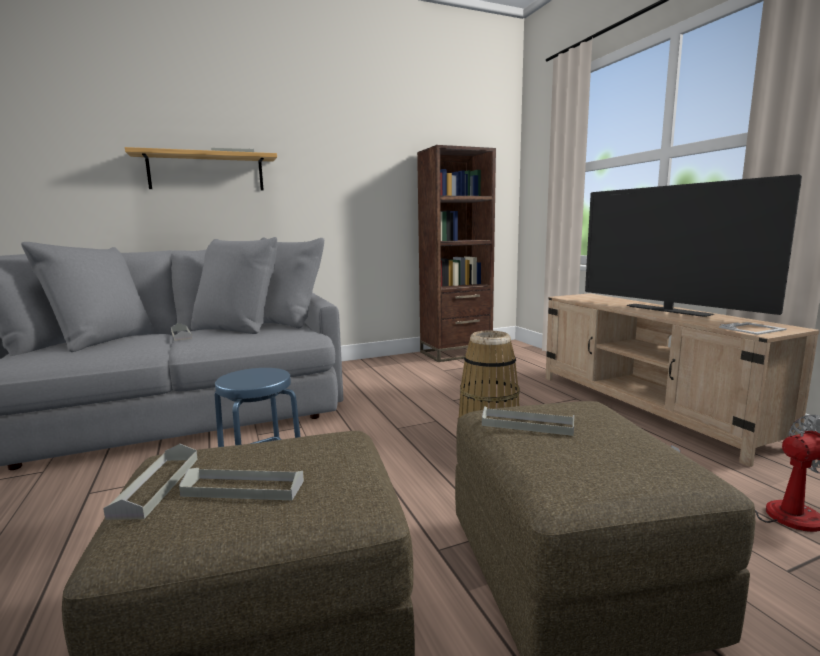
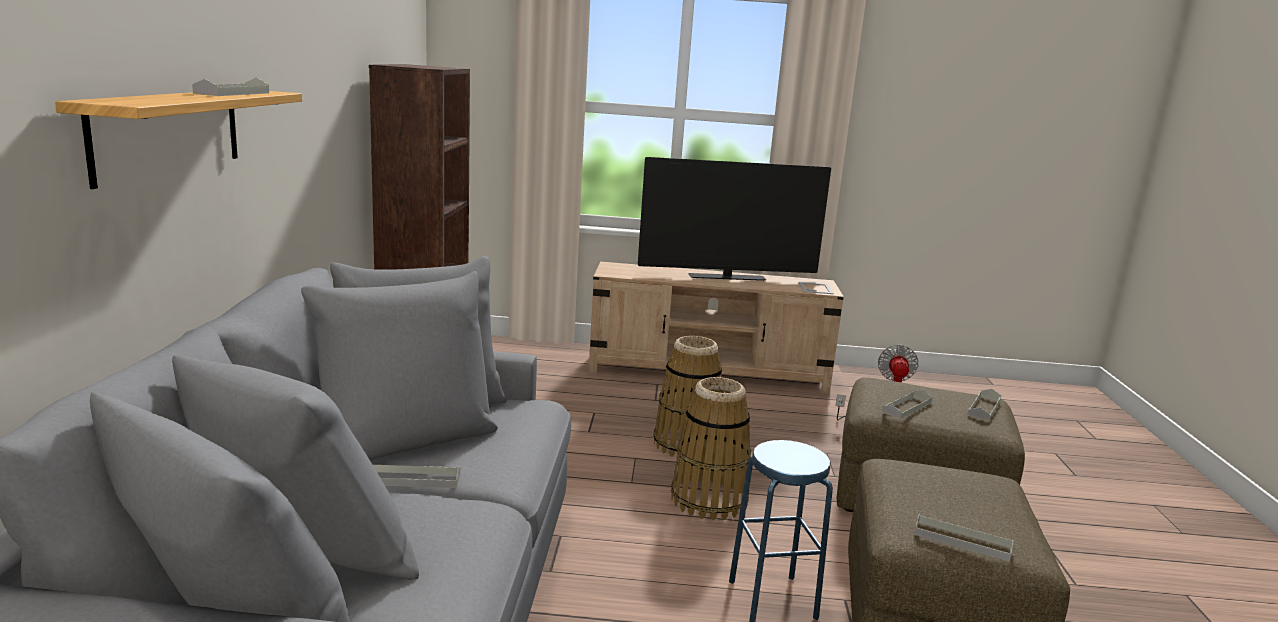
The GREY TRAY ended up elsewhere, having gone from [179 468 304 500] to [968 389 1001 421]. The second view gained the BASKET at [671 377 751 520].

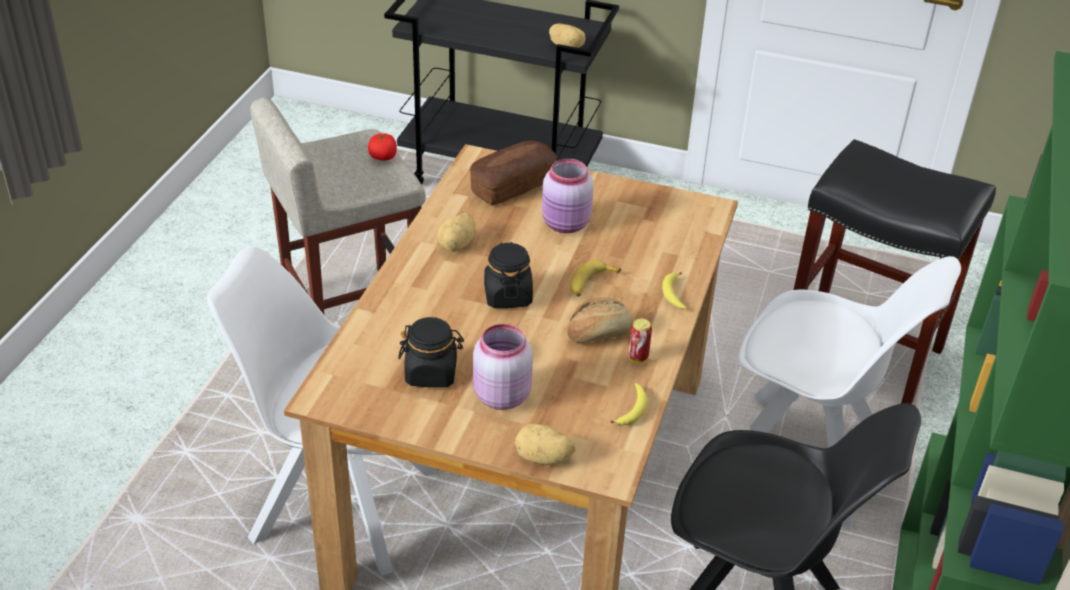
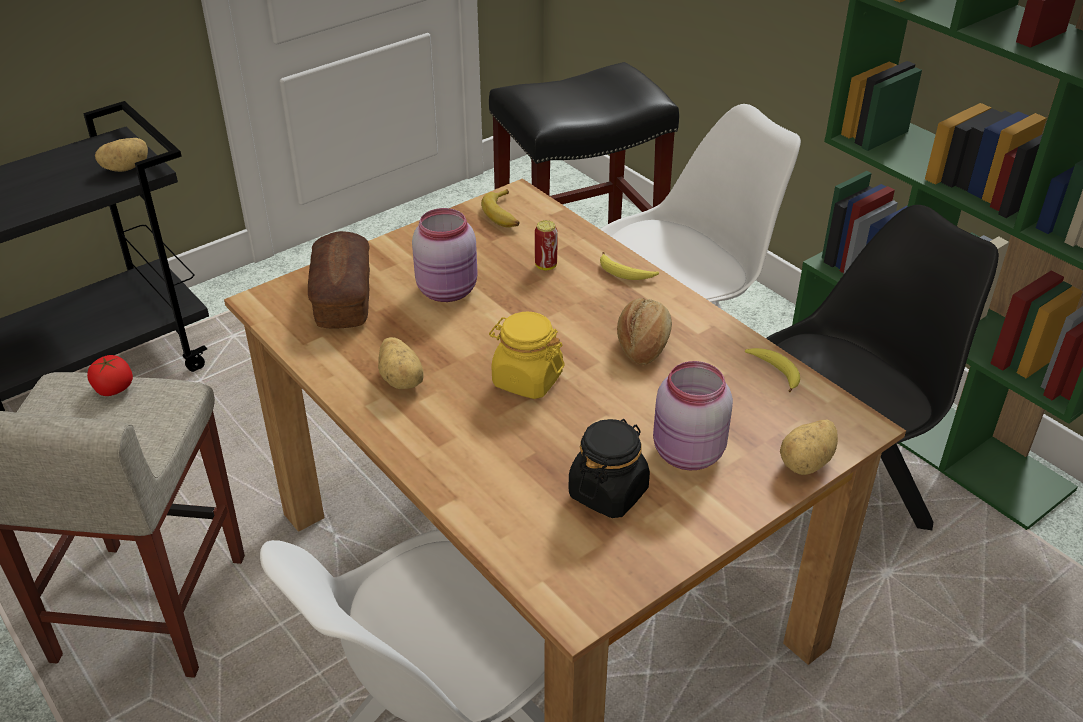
What was the BLACK JAR at [484 242 533 308] turned into the YELLOW JAR at [489 312 564 399]. The BANANA ended up elsewhere, having gone from [570 260 621 296] to [481 189 520 228]. The CAN ended up elsewhere, having gone from [628 319 652 363] to [535 220 558 270].

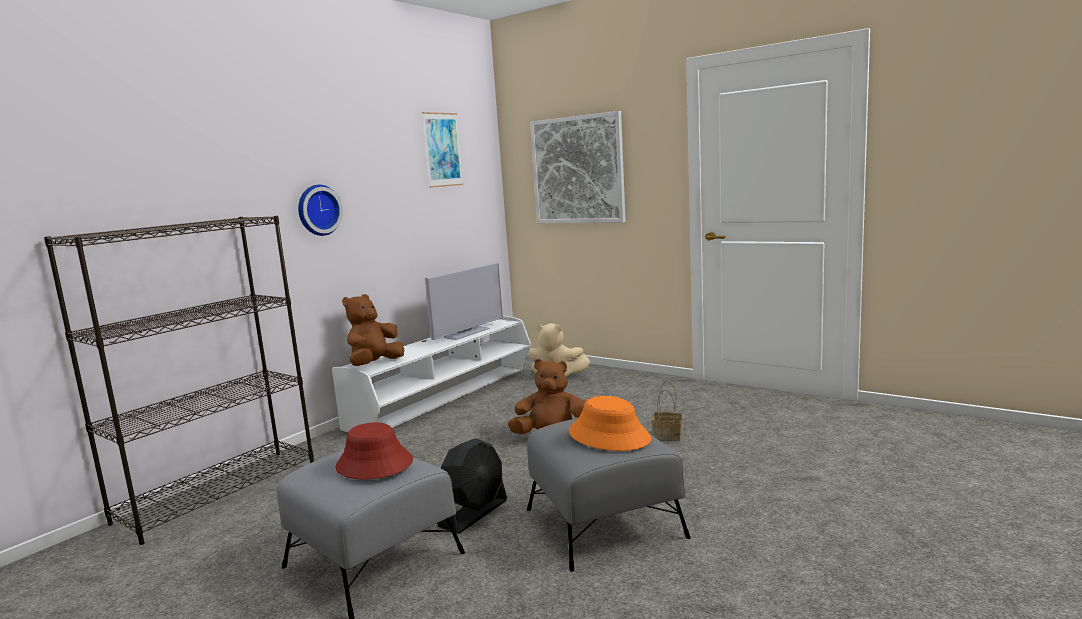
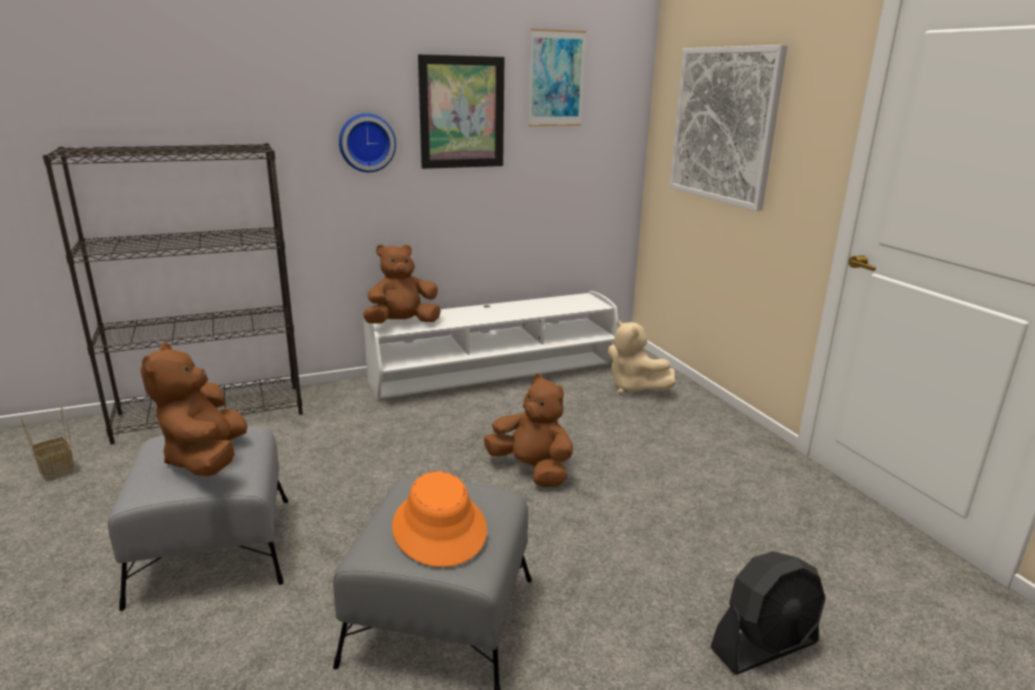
Where the RED HAT stood at [336 422 413 480], the BROWN PLUSH TOY came to stand at [140 342 247 476]. The second view lost the TELEVISION at [425 262 503 340]. The BLACK FAN ended up elsewhere, having gone from [438 438 507 534] to [711 551 826 675]. The BASKET ended up elsewhere, having gone from [652 381 683 441] to [21 406 76 481]. The second view gained the PICTURE at [418 54 504 169].

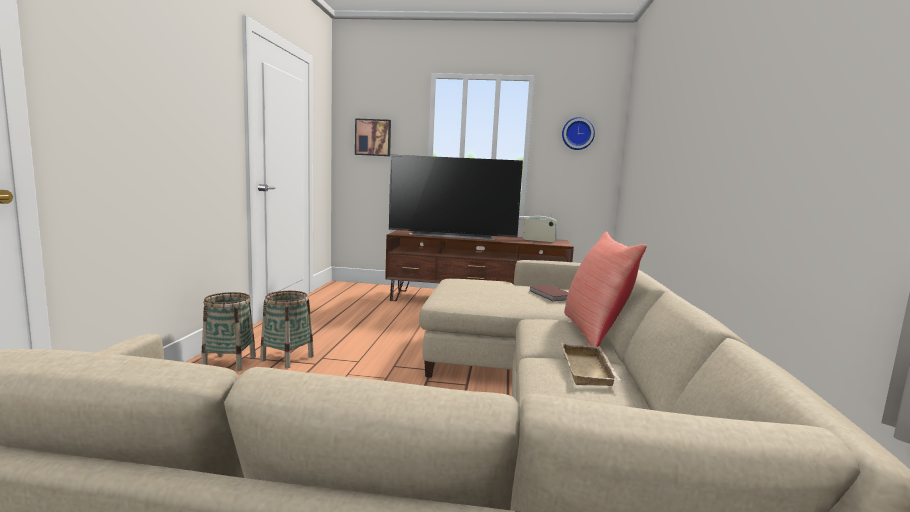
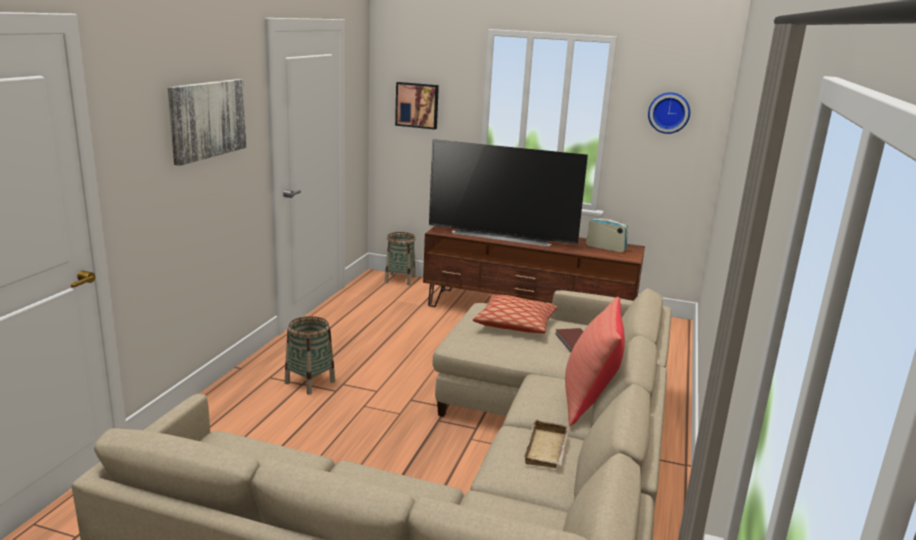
The BASKET ended up elsewhere, having gone from [201 292 256 371] to [385 232 416 285]. The second view gained the PICTURE at [168 79 247 166]. The second view gained the PILLOW at [473 295 557 334].

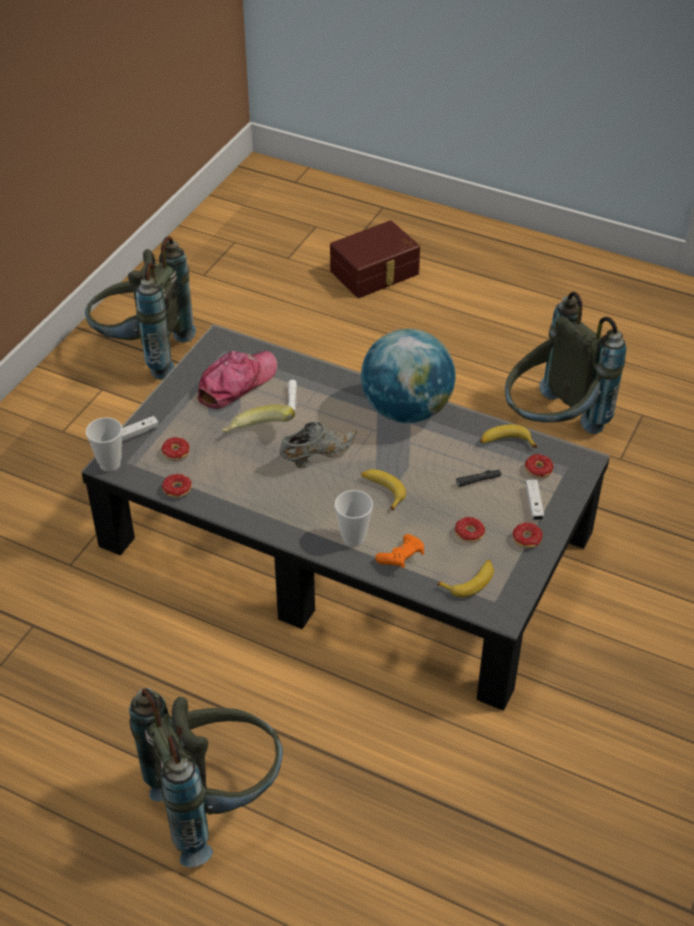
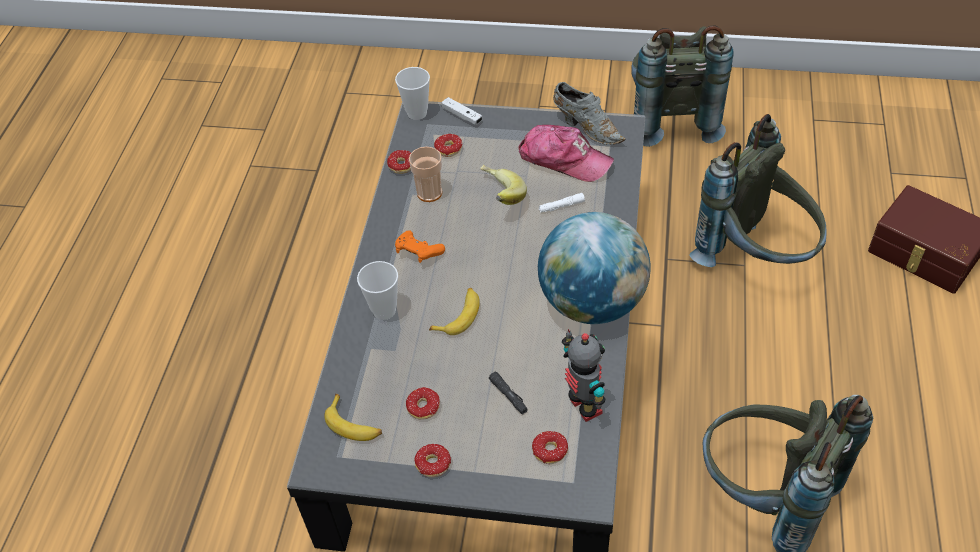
The GREY BACKPACK ended up elsewhere, having gone from [129 688 283 867] to [689 114 826 267]. The GREY SHOE ended up elsewhere, having gone from [280 422 357 468] to [553 82 625 145]. The ORANGE GAME CONTROLLER ended up elsewhere, having gone from [375 534 424 568] to [395 230 445 263]. Where the BANANA stood at [480 424 537 448], the TOY ROBOT came to stand at [562 329 605 422]. The second view lost the WHITE GAME CONTROLLER at [526 480 544 520]. The second view gained the CUP at [409 147 442 202].

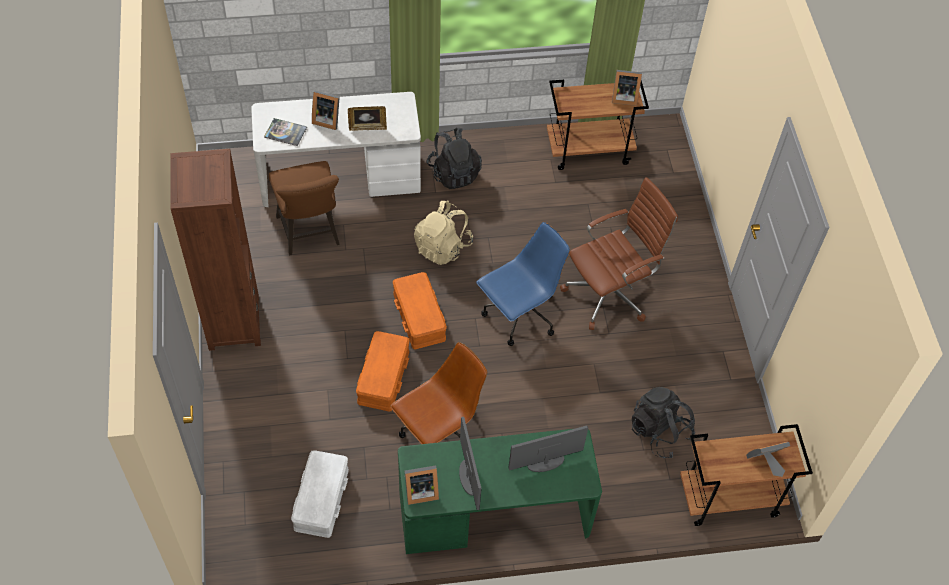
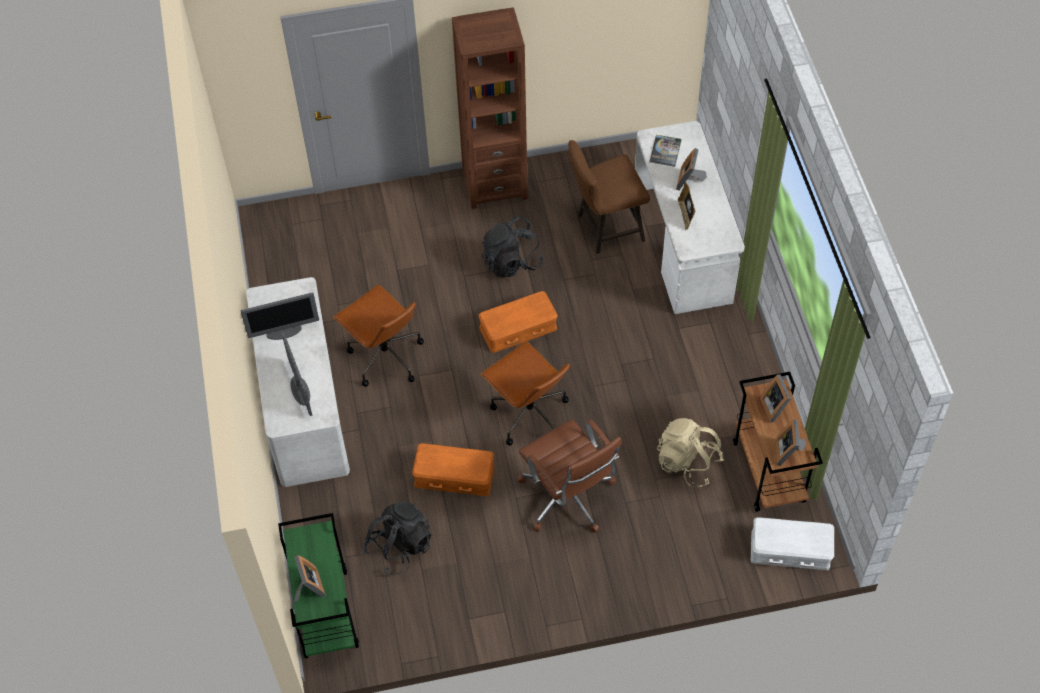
The WHITE STORAGE BOX ended up elsewhere, having gone from [291 450 349 538] to [751 517 834 570]. The ORANGE STORAGE BOX ended up elsewhere, having gone from [356 331 410 411] to [412 443 494 496]. What was the GREEN DESK at [398 429 602 554] turned into the WHITE DESK at [246 277 350 487]. The PICTURE FRAME ended up elsewhere, having gone from [404 465 439 505] to [760 374 791 423]. The BEIGE BACKPACK ended up elsewhere, having gone from [414 200 473 265] to [657 418 724 487]. The BLACK BACKPACK ended up elsewhere, having gone from [426 128 482 189] to [482 216 543 277]. What was the BLUE OFFICE CHAIR at [477 222 570 346] turned into the BROWN OFFICE CHAIR at [480 341 570 445]. What was the BROWN CART at [680 424 813 526] turned into the GREEN CART at [278 513 359 658].

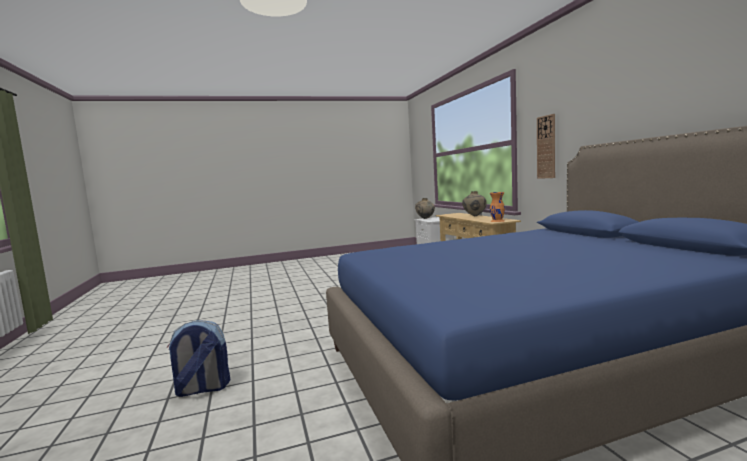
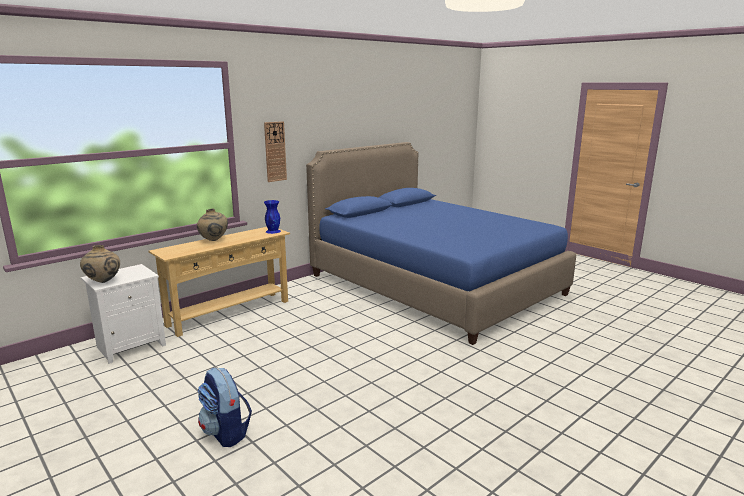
The BACKPACK ended up elsewhere, having gone from [167 320 230 397] to [198 368 252 447]. What was the ORANGE VASE at [490 192 505 222] turned into the BLUE VASE at [264 200 281 234].

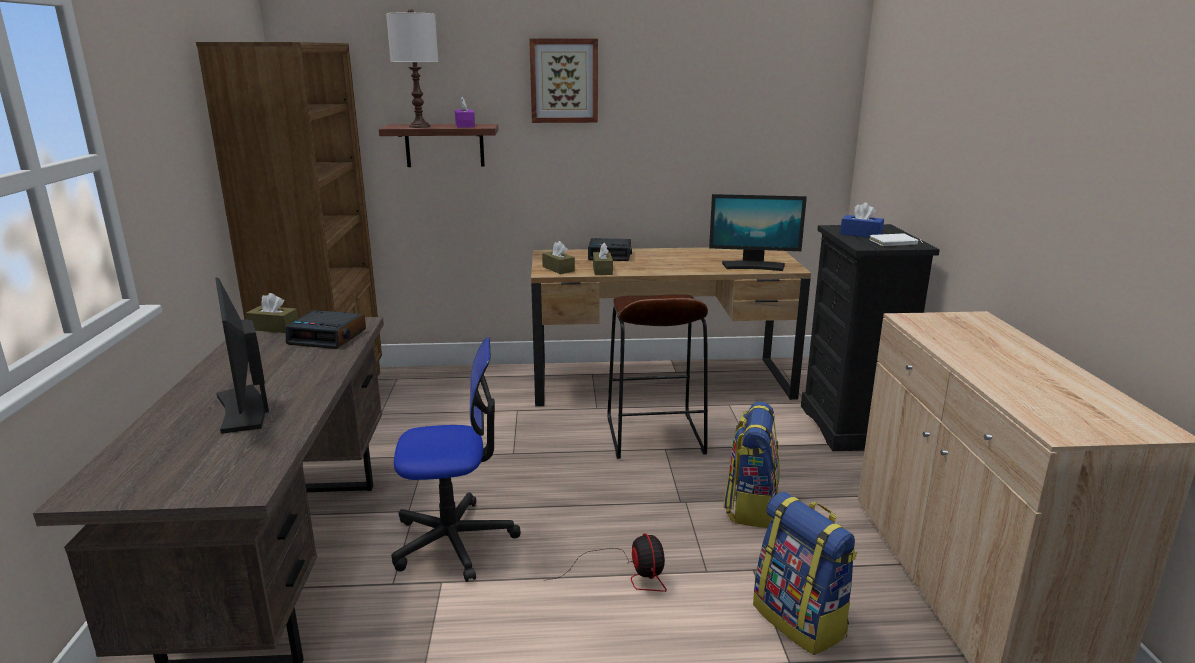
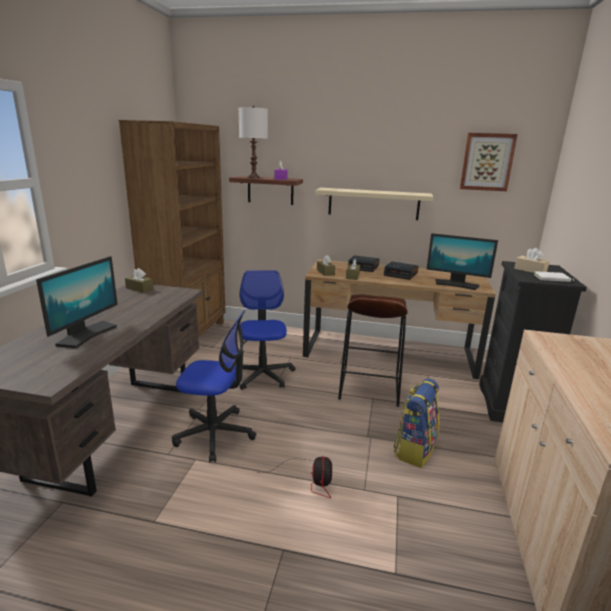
The MONITOR at [215 277 269 434] ended up facing another way, 150 degrees counterclockwise from before. The ALARM CLOCK ended up elsewhere, having gone from [286 310 366 349] to [384 262 419 280]. The PICTURE ended up elsewhere, having gone from [529 39 598 123] to [460 133 518 191]. The second view lost the BACKPACK at [753 492 857 655]. What was the BLUE TISSUE BOX at [840 203 884 238] turned into the BEIGE TISSUE BOX at [514 248 549 273]. The second view gained the OFFICE CHAIR at [235 270 296 390]. The second view gained the BEIGE SHELF at [315 188 433 220].

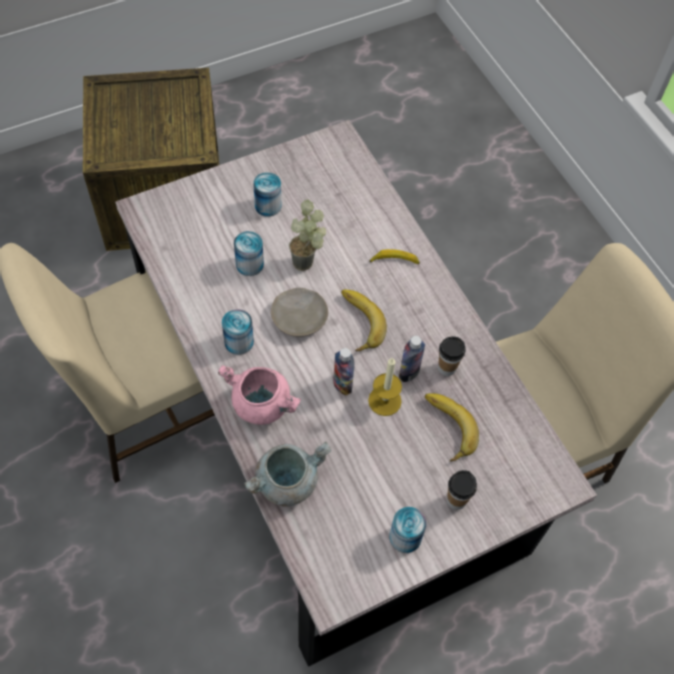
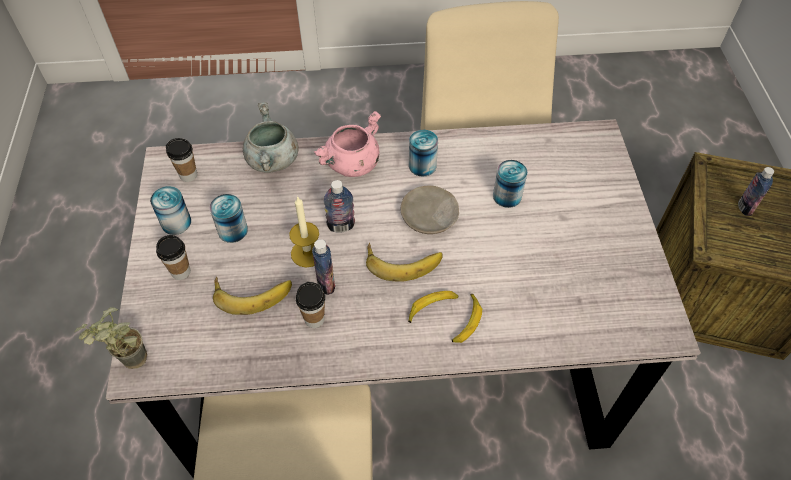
The CAN ended up elsewhere, having gone from [253 172 281 217] to [210 194 248 243]. The POTTED PLANT ended up elsewhere, having gone from [289 200 326 271] to [74 307 147 369]. The second view gained the CUP at [166 138 197 182]. The second view gained the BANANA at [408 291 458 323]. The second view gained the BOTTLE at [738 167 774 216].

